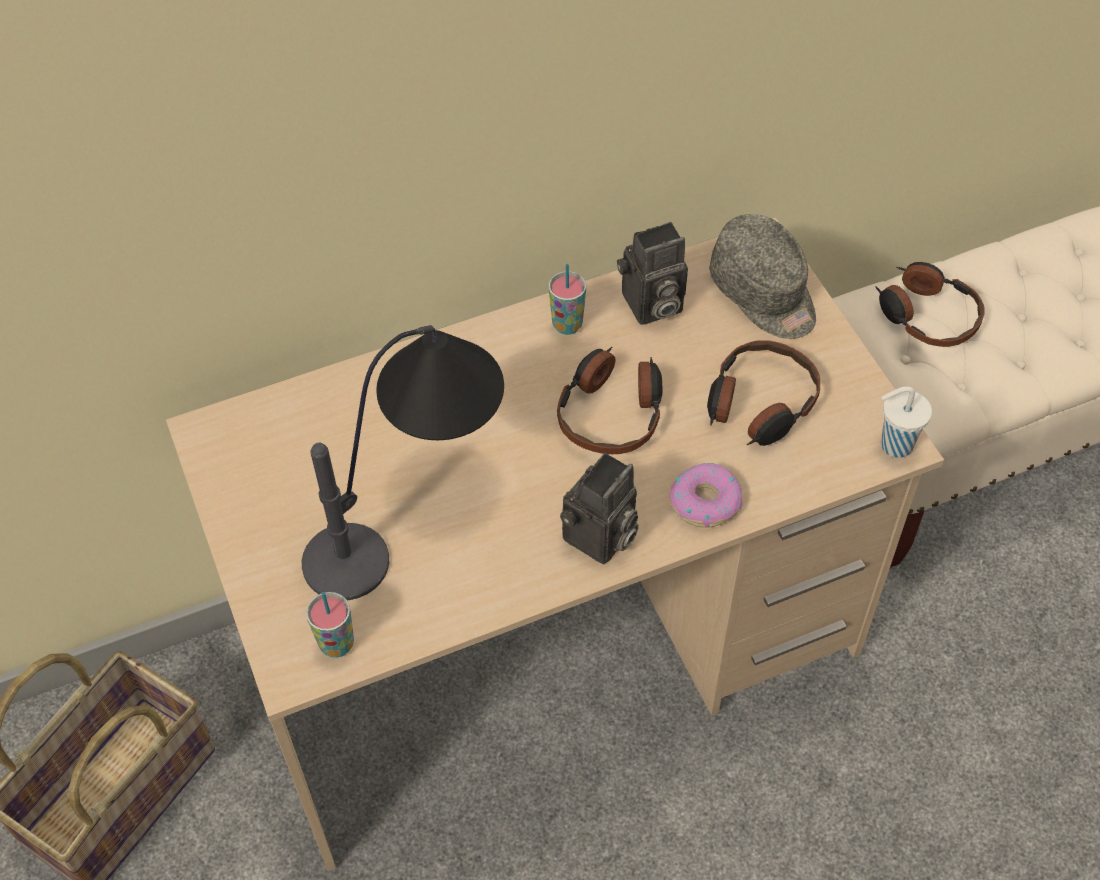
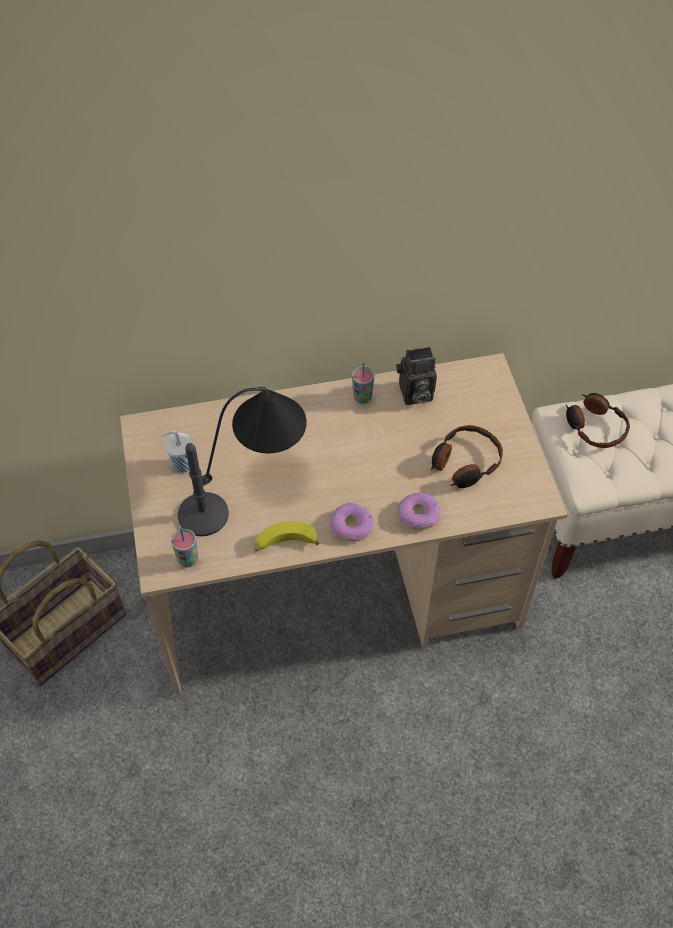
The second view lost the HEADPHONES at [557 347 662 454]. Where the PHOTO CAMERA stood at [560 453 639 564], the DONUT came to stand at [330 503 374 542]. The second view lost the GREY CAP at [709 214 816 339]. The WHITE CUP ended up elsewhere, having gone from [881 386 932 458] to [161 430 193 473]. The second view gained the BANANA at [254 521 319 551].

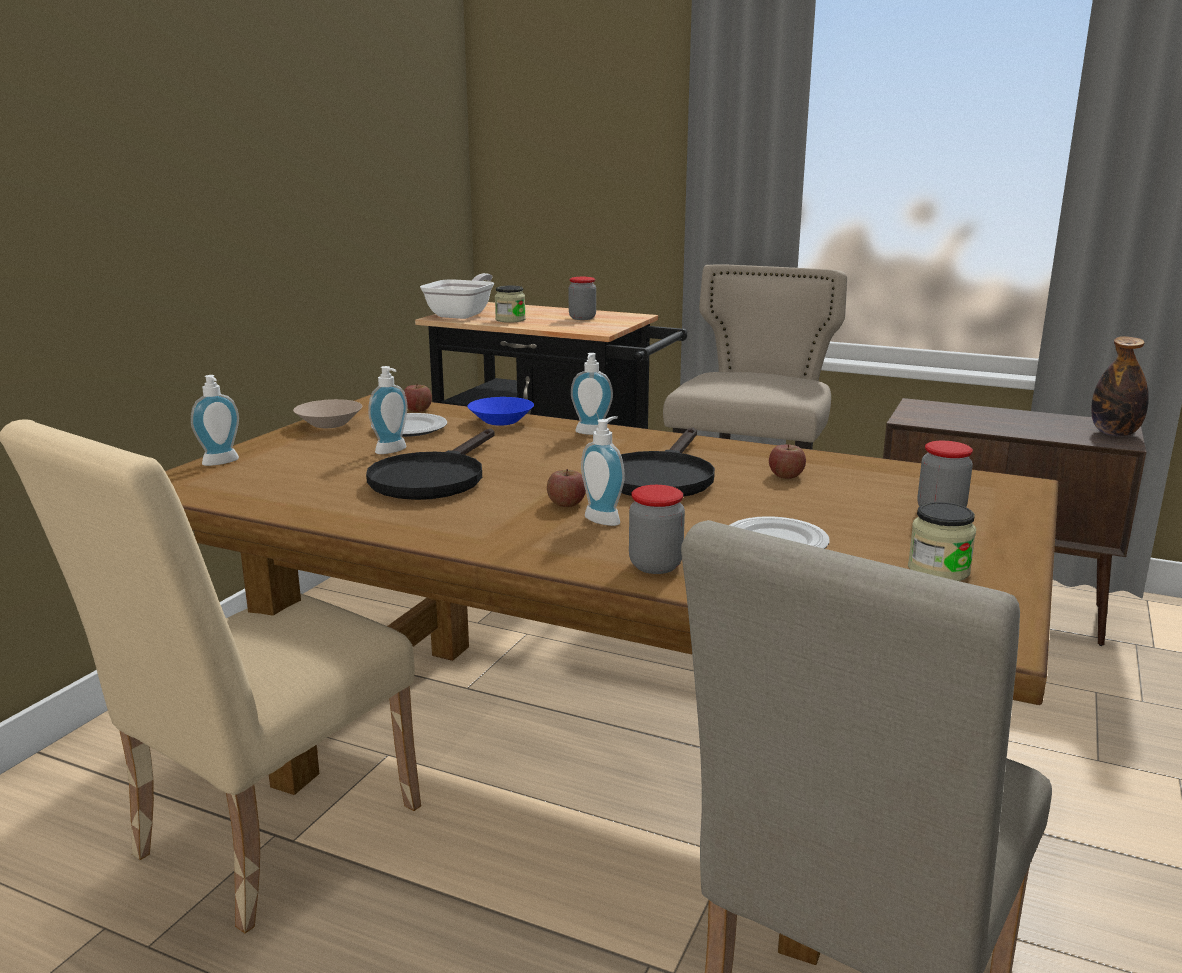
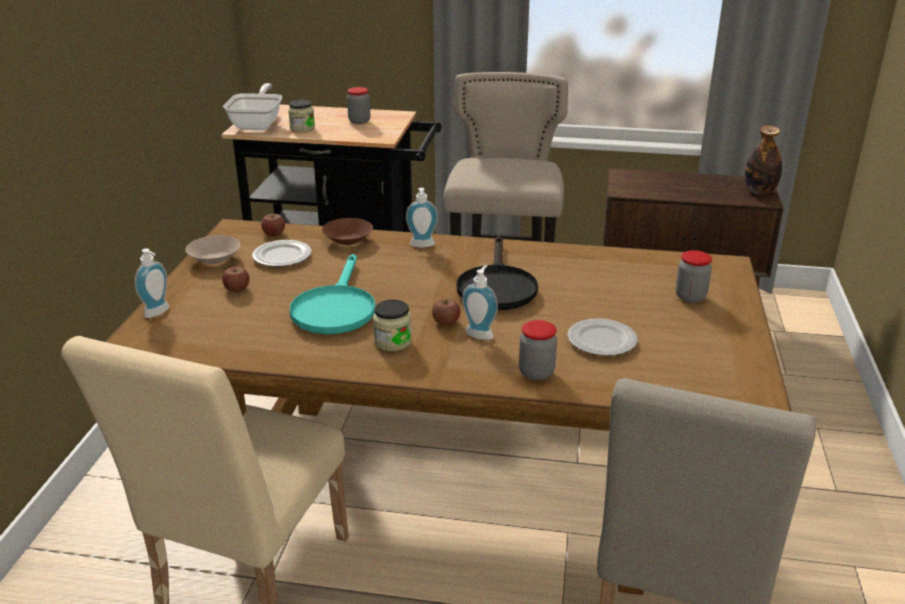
What was the BLACK FRYING PAN at [366 428 494 500] turned into the TURQUOISE FRYING PAN at [290 254 375 334]. The second view lost the SOAP DISPENSER at [368 366 408 454]. What was the BLUE BOWL at [467 397 534 426] turned into the BROWN BOWL at [322 218 373 245]. The APPLE ended up elsewhere, having gone from [769 444 806 479] to [222 267 249 292]. The JAR ended up elsewhere, having gone from [908 502 976 581] to [373 299 412 351].

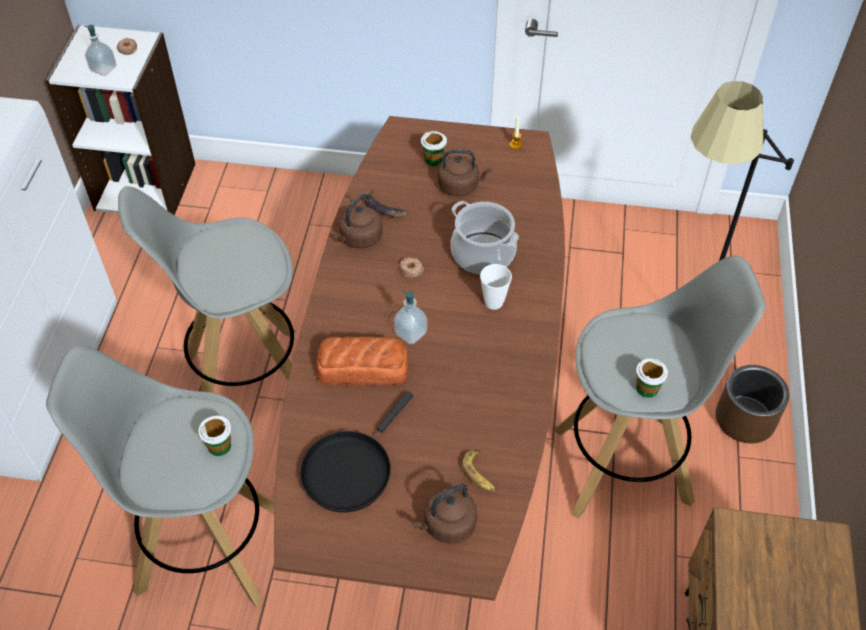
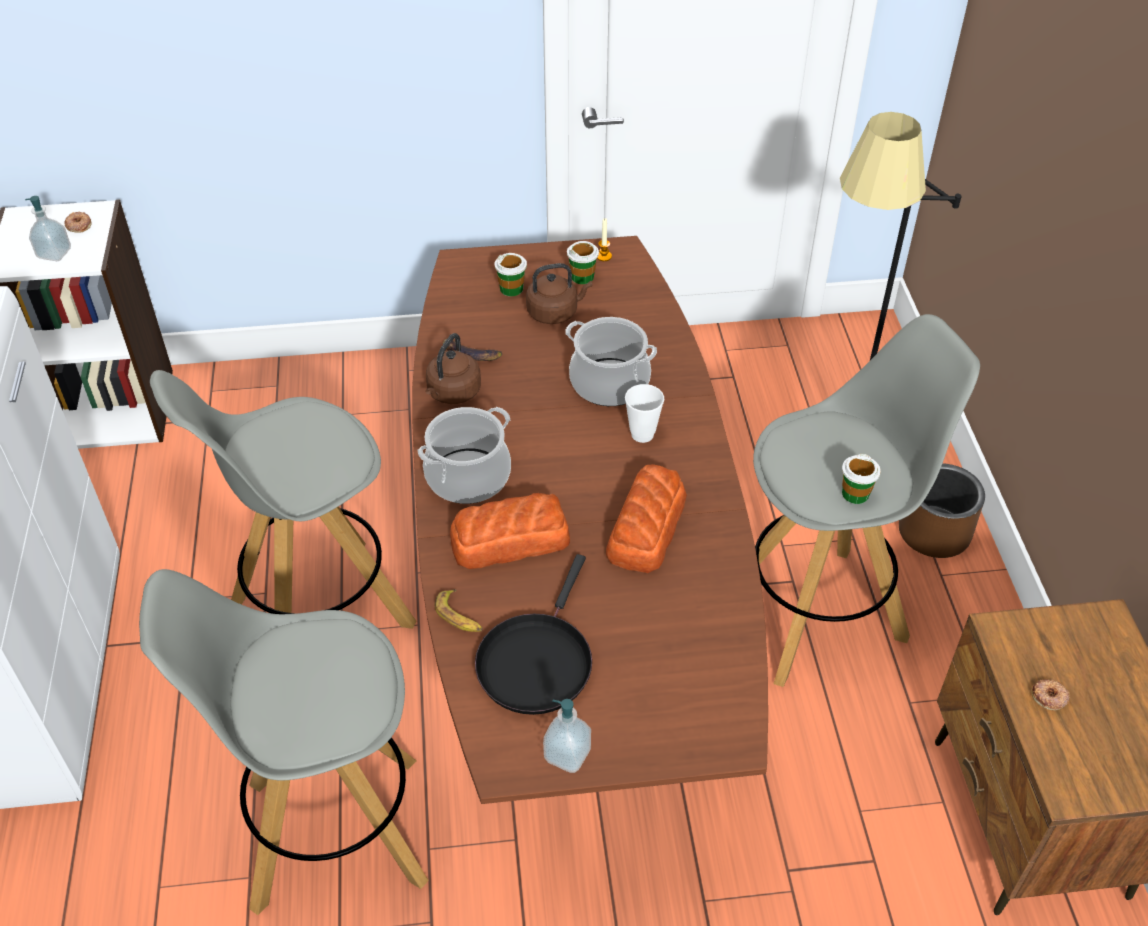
The CUP ended up elsewhere, having gone from [198 416 231 456] to [567 241 599 284]. The SOAP DISPENSER ended up elsewhere, having gone from [394 290 427 344] to [543 699 591 773]. The DONUT ended up elsewhere, having gone from [399 257 424 278] to [1031 679 1070 710]. The second view lost the BROWN KETTLE at [412 484 477 544]. The BANANA ended up elsewhere, having gone from [462 451 495 492] to [435 589 483 632]. The second view gained the COOKING POT at [418 407 511 504]. The second view gained the BREAD at [606 464 687 573].

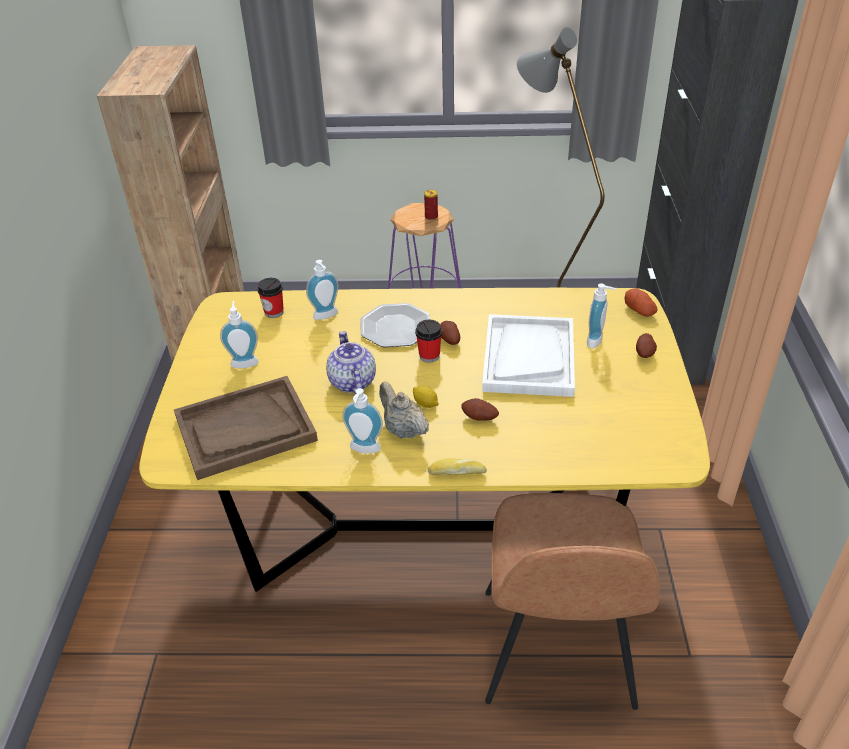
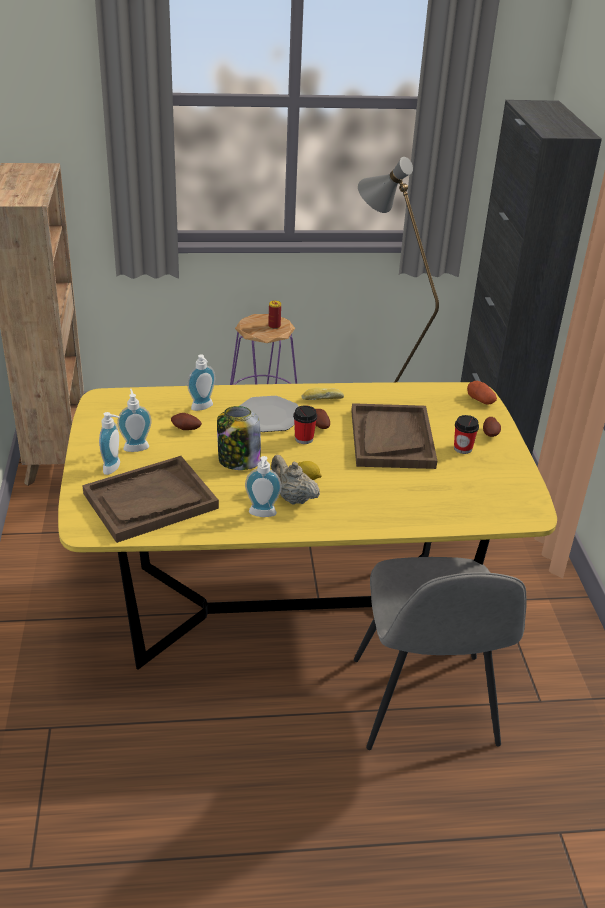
The CUP ended up elsewhere, having gone from [257 278 284 318] to [454 415 479 454]. Where the TEAPOT stood at [326 331 376 395], the JAR came to stand at [217 406 261 470]. The BREAD ended up elsewhere, having gone from [427 458 487 475] to [302 388 344 400]. The POTATO ended up elsewhere, having gone from [461 398 499 421] to [171 413 202 430]. What was the WHITE TRAY at [482 314 575 397] turned into the BROWN TRAY at [351 403 437 469]. What was the BROWN CHAIR at [485 493 660 710] turned into the GREY CHAIR at [354 557 527 750]. The SOAP DISPENSER ended up elsewhere, having gone from [587 283 616 348] to [99 412 120 475].

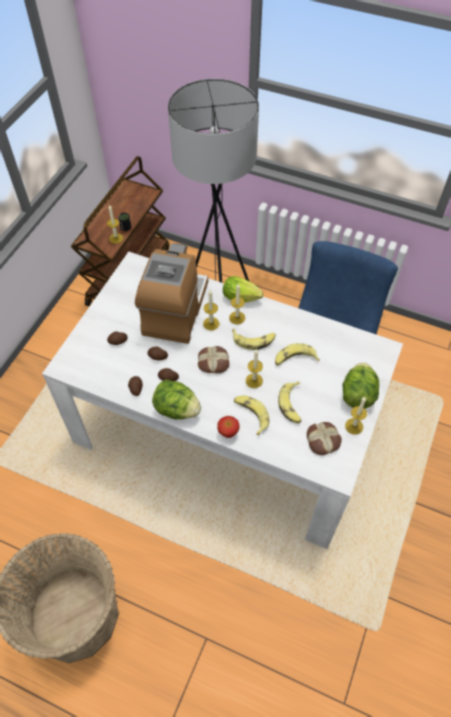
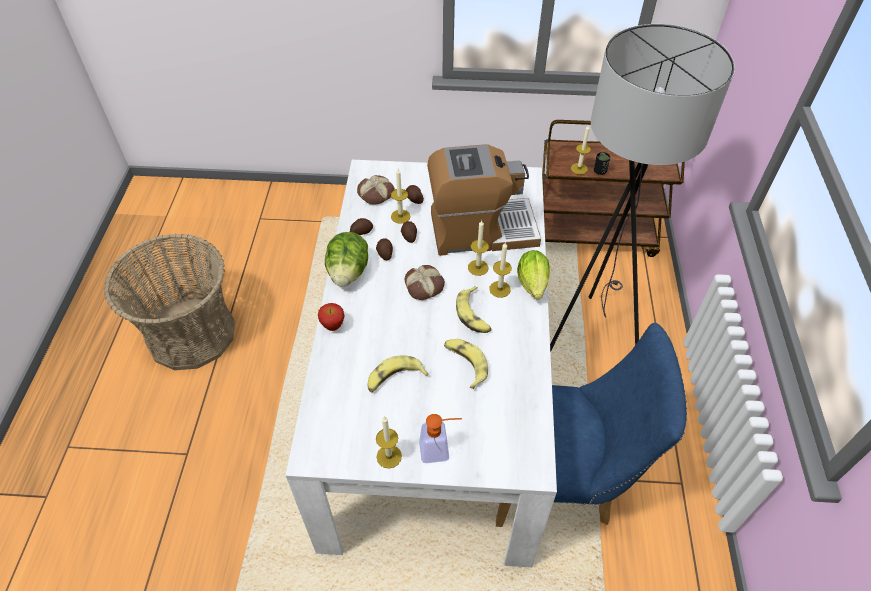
The second view lost the BANANA at [233 395 269 435]. The CANDLE ended up elsewhere, having gone from [246 349 263 388] to [391 169 410 224]. The BREAD ended up elsewhere, having gone from [307 422 342 455] to [357 175 395 204]. Where the LETTUCE stood at [343 363 379 409], the SOAP DISPENSER came to stand at [419 414 462 463].

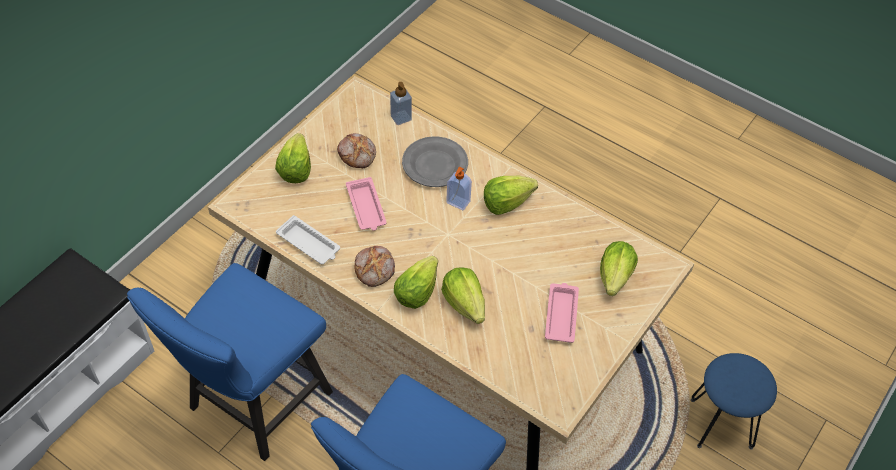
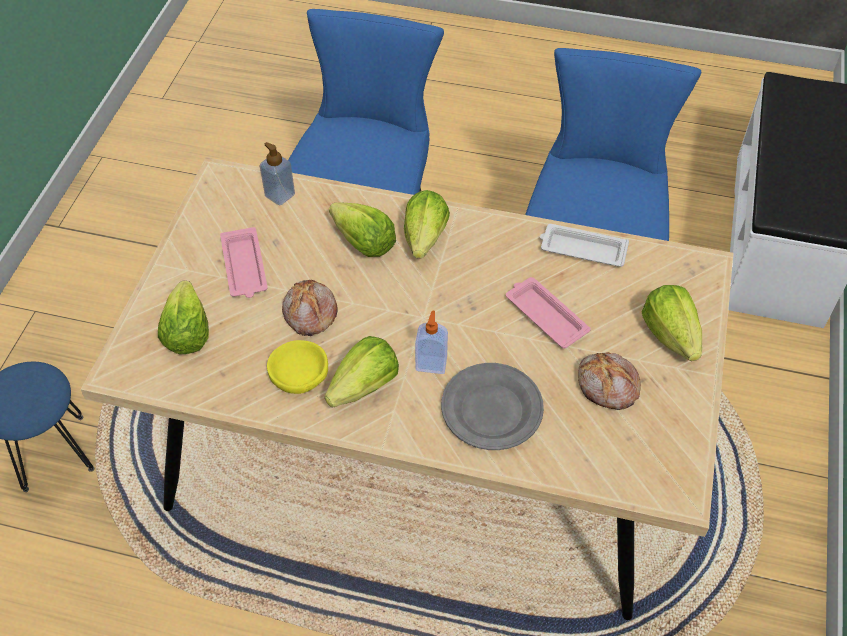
The BREAD ended up elsewhere, having gone from [355 246 395 287] to [282 280 337 336]. The SOAP DISPENSER ended up elsewhere, having gone from [390 82 412 125] to [260 142 295 205]. The second view gained the YELLOW BOWL at [267 340 328 394].

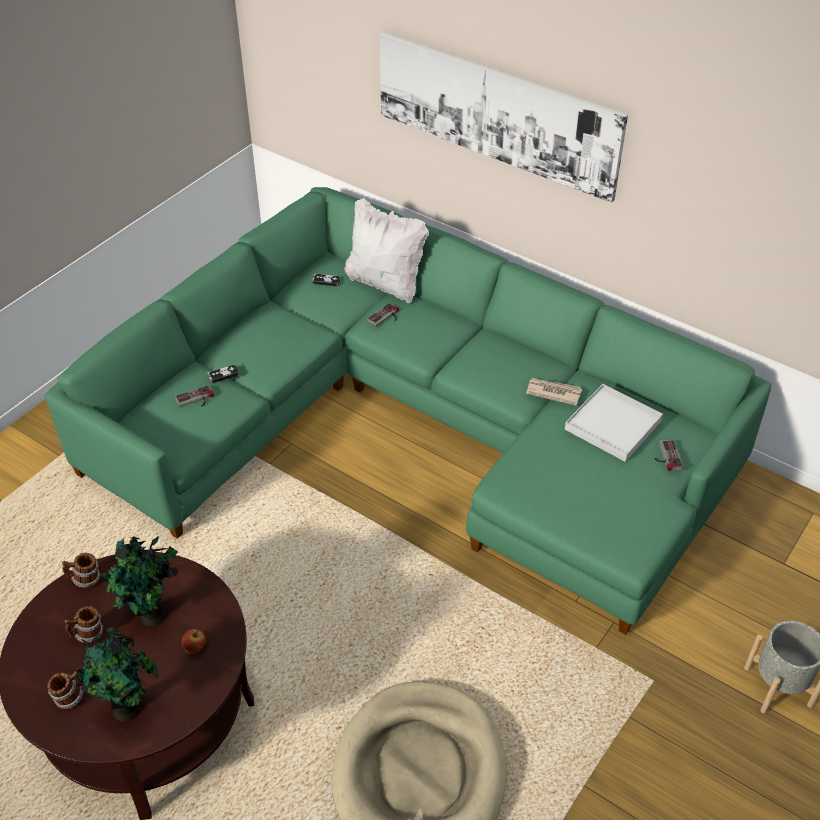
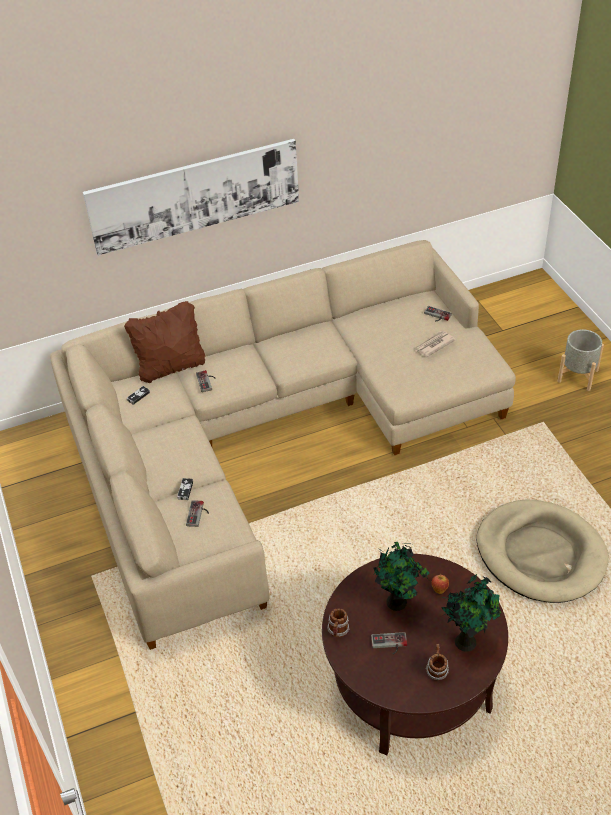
What was the GREEN SOFA at [44 187 771 635] turned into the BEIGE SOFA at [50 240 516 650]. Where the MUG stood at [64 606 103 643], the GAME CONTROLLER came to stand at [371 632 407 654]. What was the WHITE PILLOW at [344 198 429 303] turned into the BROWN PILLOW at [124 301 205 383]. The NEWSPAPER ended up elsewhere, having gone from [526 378 582 406] to [414 331 456 357]. The second view lost the WHITE TRAY at [565 384 663 462].

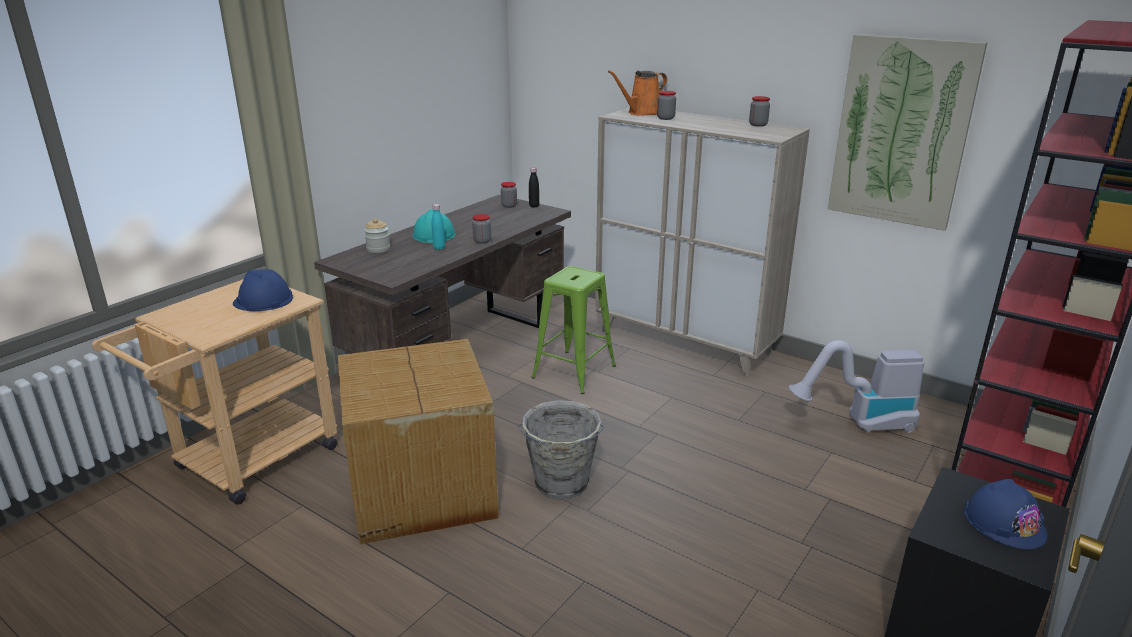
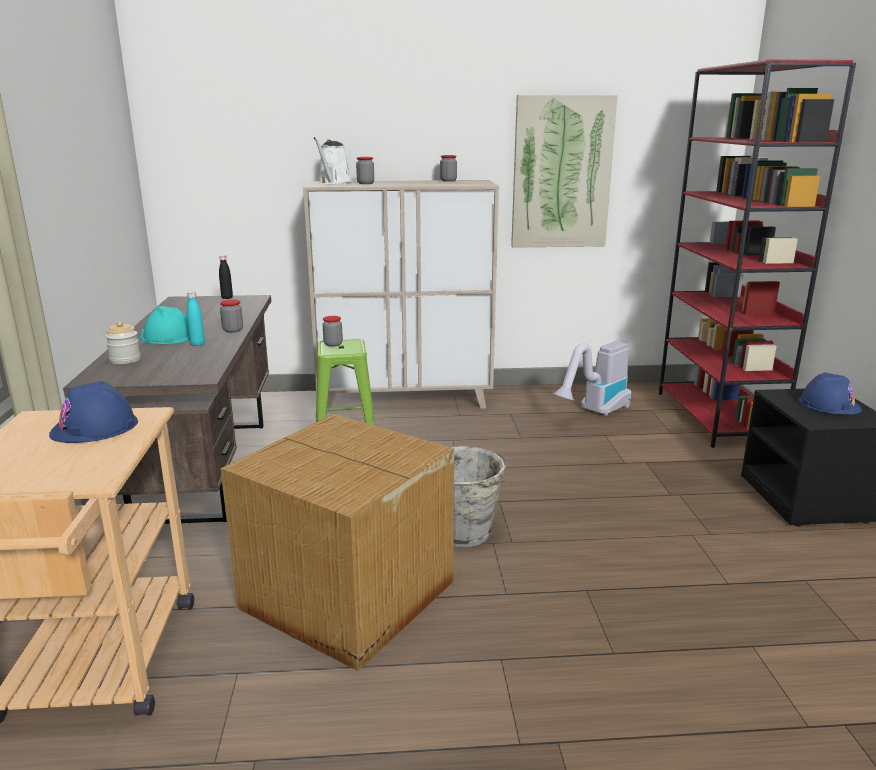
The JAR ended up elsewhere, having gone from [501 182 517 208] to [323 316 343 347]. What was the ORANGE WATERING CAN at [608 70 667 116] turned into the WHITE WATERING CAN at [313 137 353 184].

